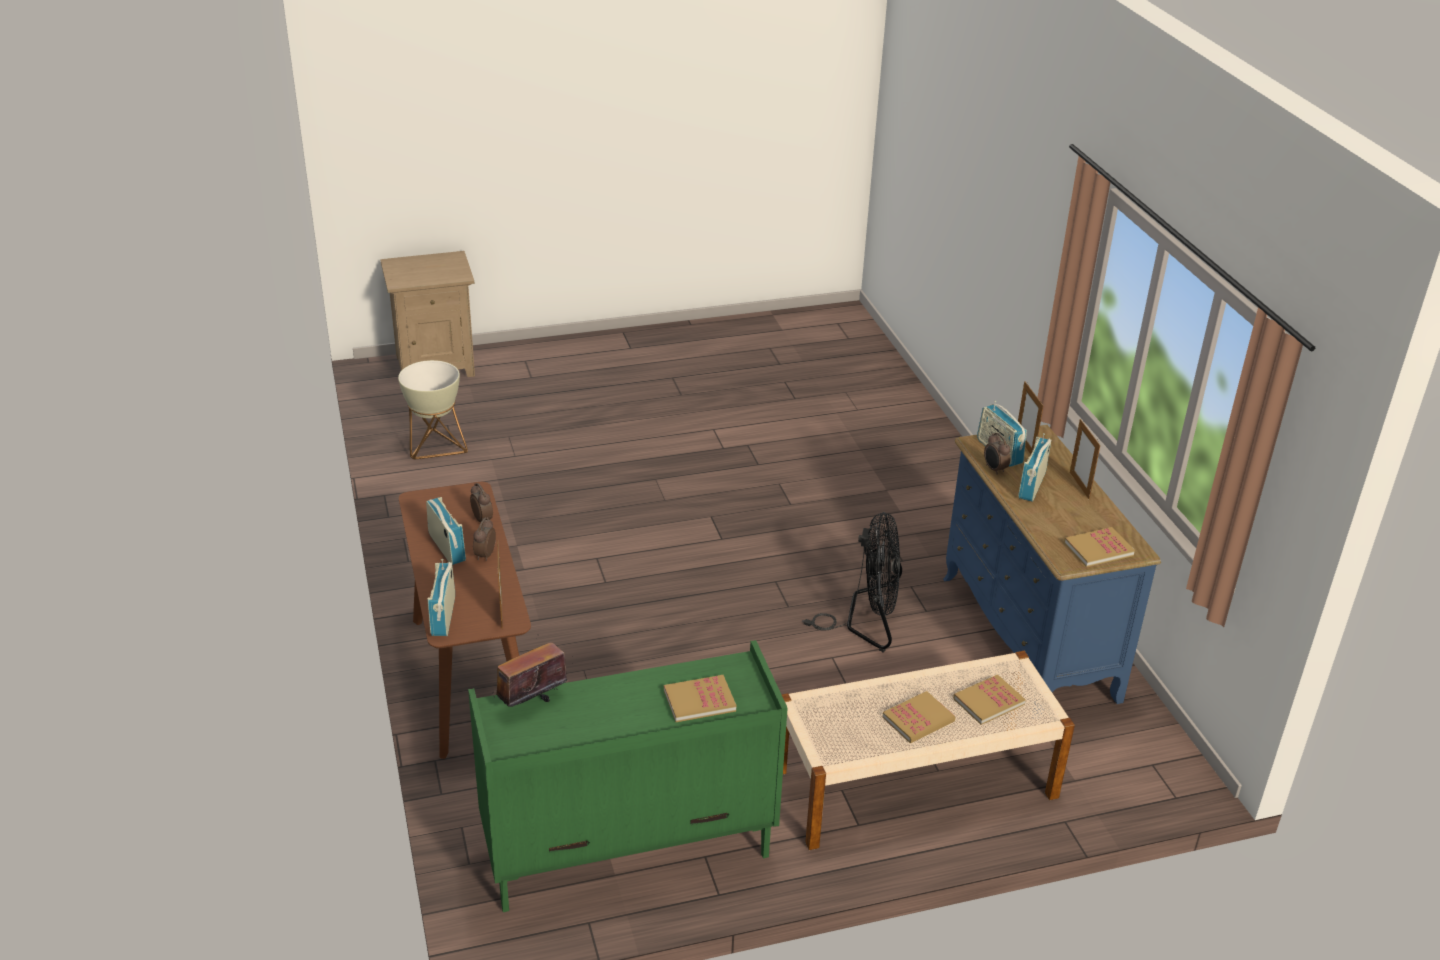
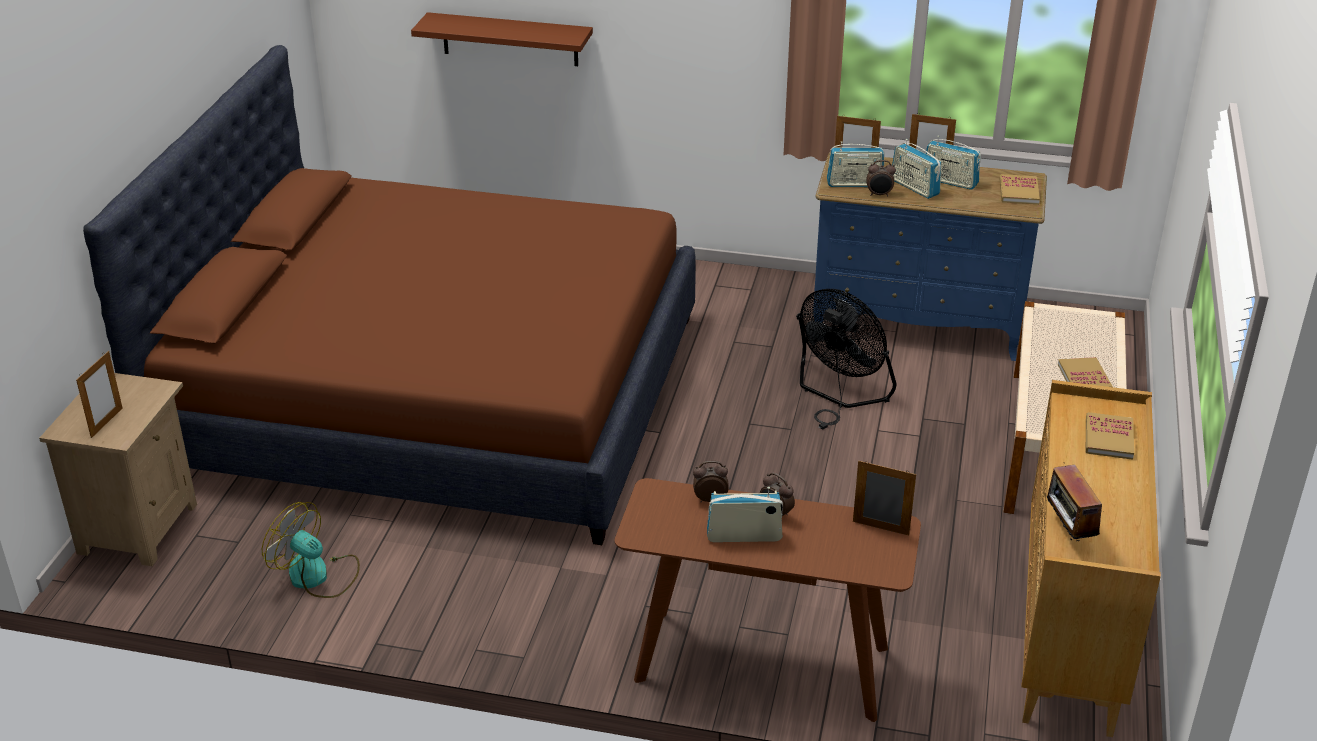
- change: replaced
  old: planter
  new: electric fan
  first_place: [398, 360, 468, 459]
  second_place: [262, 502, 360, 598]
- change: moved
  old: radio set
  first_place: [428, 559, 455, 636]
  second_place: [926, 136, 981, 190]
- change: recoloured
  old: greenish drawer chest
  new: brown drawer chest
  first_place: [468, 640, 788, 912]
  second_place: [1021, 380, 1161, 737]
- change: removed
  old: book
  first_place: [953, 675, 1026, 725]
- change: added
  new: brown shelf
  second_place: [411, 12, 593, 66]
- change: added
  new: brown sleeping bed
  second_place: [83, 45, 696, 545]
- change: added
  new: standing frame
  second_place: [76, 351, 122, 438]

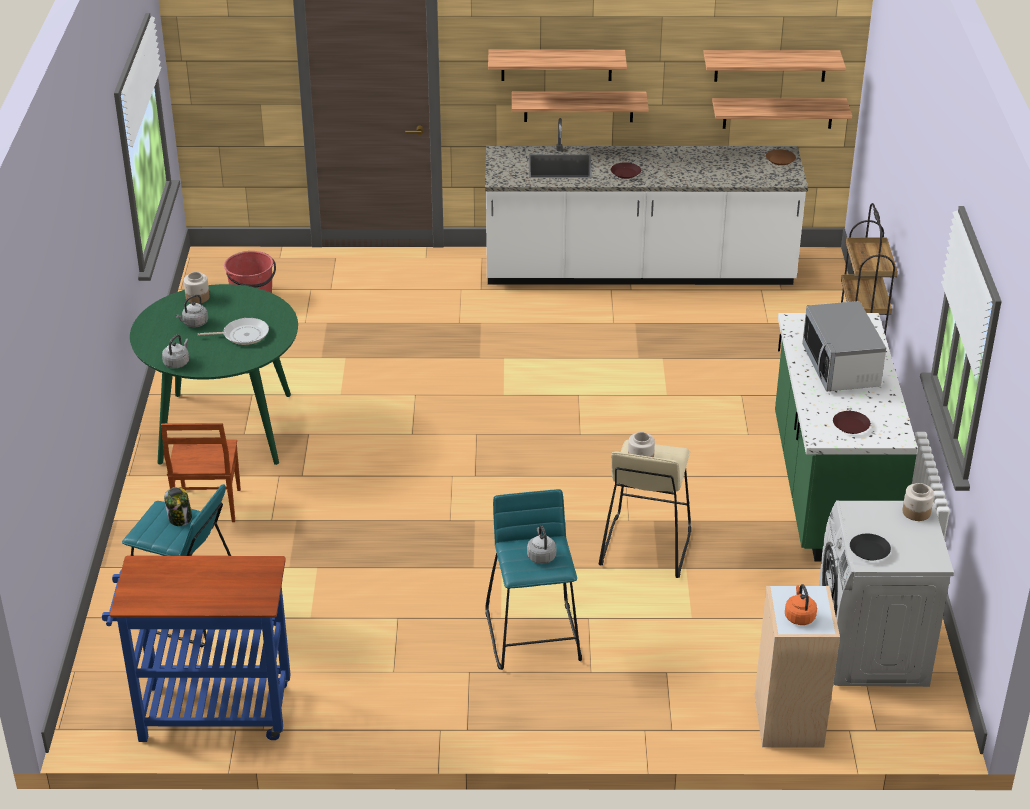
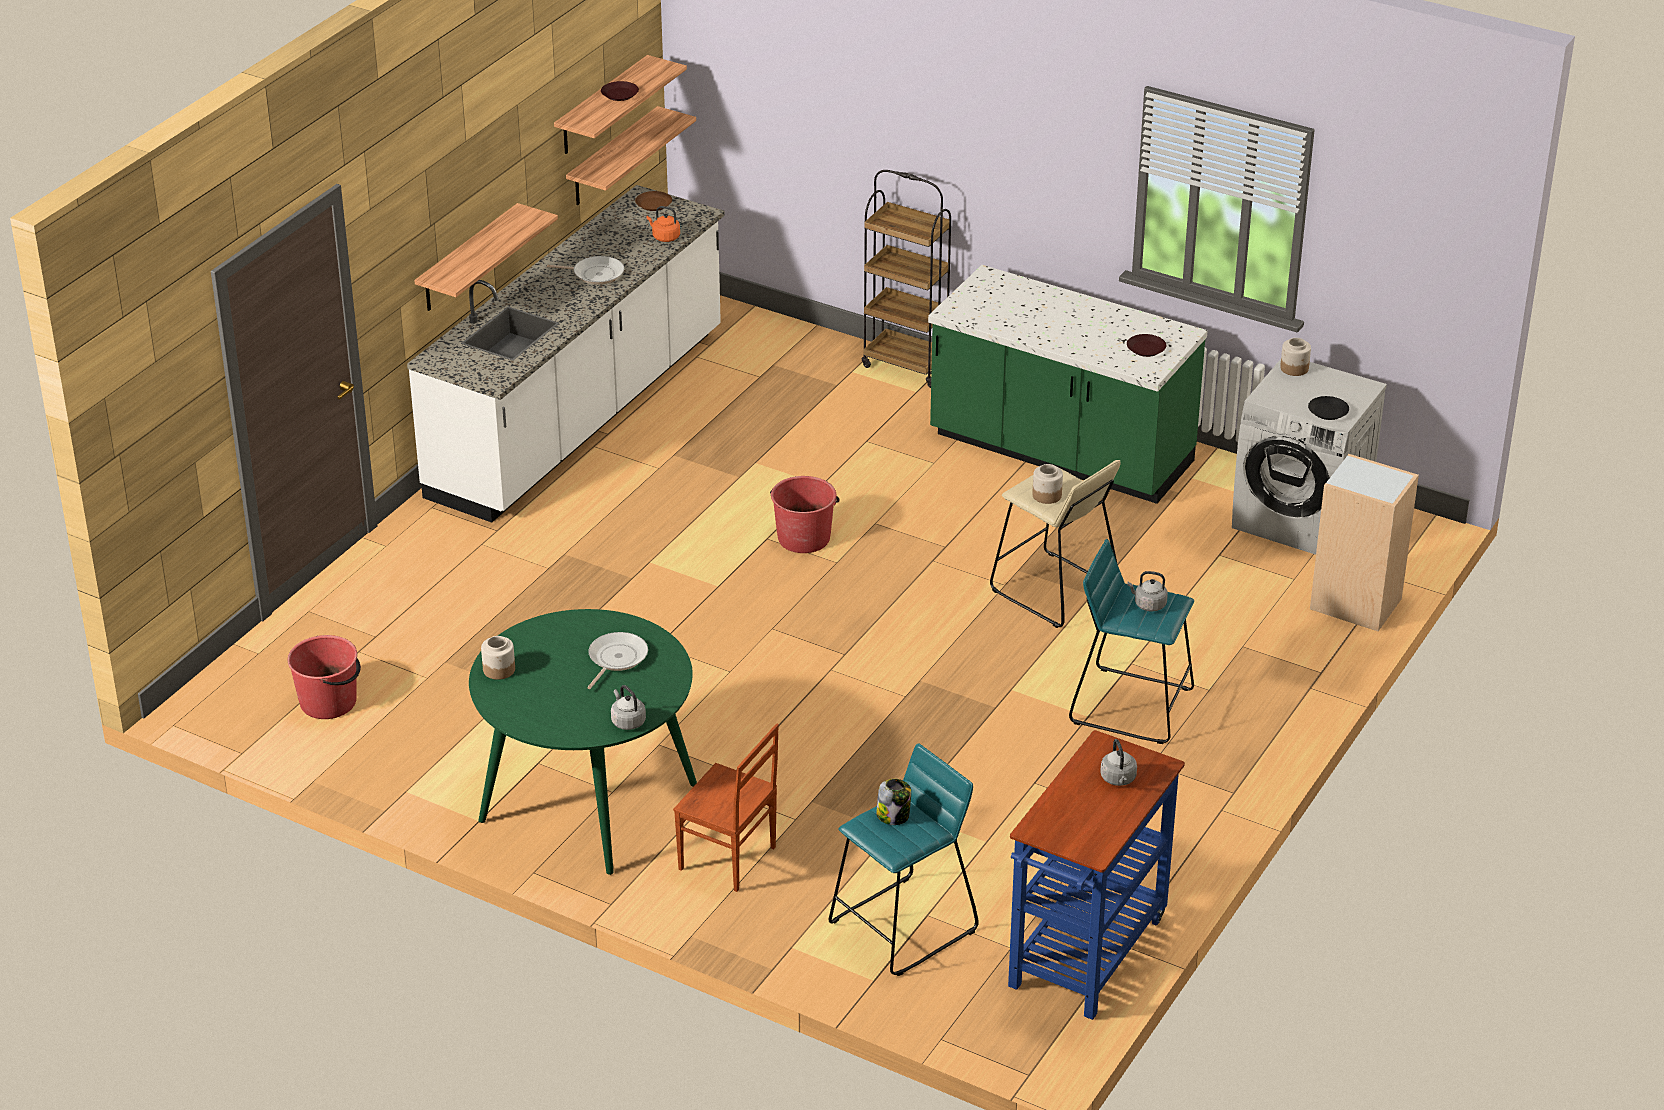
- change: removed
  old: shelf
  first_place: [488, 50, 627, 81]
- change: moved
  old: brown plate
  first_place: [611, 162, 641, 179]
  second_place: [601, 81, 639, 101]
- change: moved
  old: greyish tea kettle
  first_place: [176, 294, 208, 327]
  second_place: [1100, 739, 1137, 786]
- change: removed
  old: microwave oven
  first_place: [802, 301, 886, 391]
- change: moved
  old: orange tea kettle
  first_place: [785, 584, 817, 625]
  second_place: [647, 206, 680, 242]
- change: added
  new: skillet
  second_place: [547, 256, 624, 285]
- change: added
  new: red-coloured water bucket
  second_place: [770, 476, 840, 553]

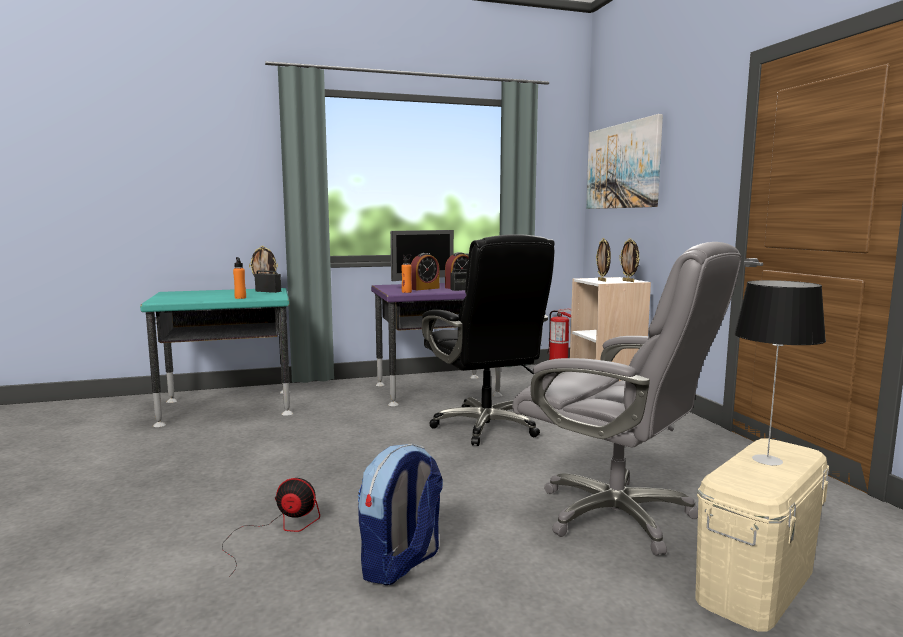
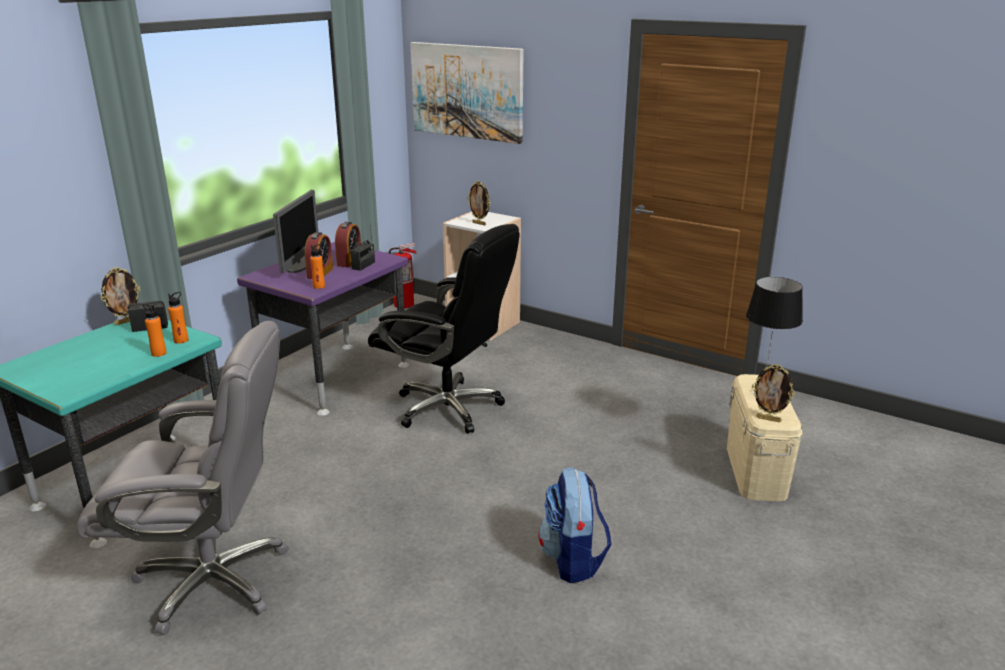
- change: moved
  old: standing frame
  first_place: [619, 238, 639, 282]
  second_place: [752, 364, 795, 422]
- change: moved
  old: greyish office chair
  first_place: [512, 242, 741, 556]
  second_place: [77, 321, 289, 635]
- change: removed
  old: electric fan
  first_place: [222, 478, 320, 577]
- change: added
  new: orange beverage bottle
  second_place: [168, 292, 188, 344]

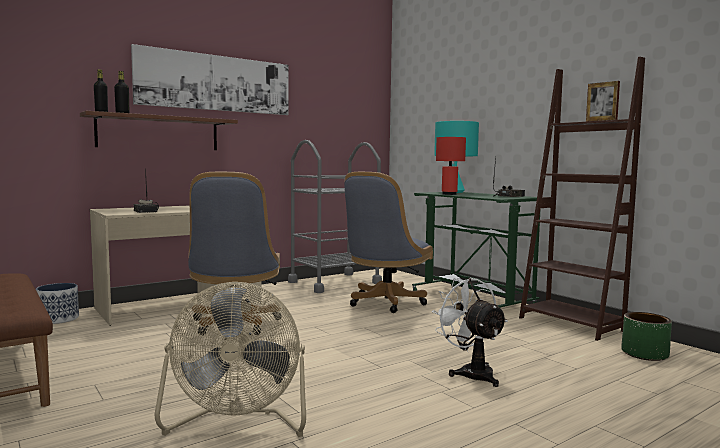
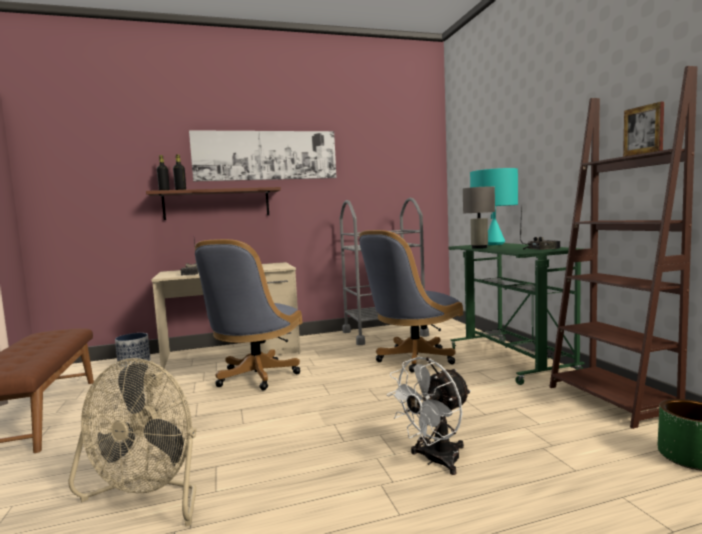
- change: recoloured
  old: red-coloured lamp for a table
  new: greyish lamp for a table
  first_place: [436, 137, 466, 195]
  second_place: [463, 186, 495, 249]
- change: turned
  old: whitish electric fan
  first_place: [432, 277, 508, 387]
  second_place: [387, 357, 471, 475]
  degrees: -120

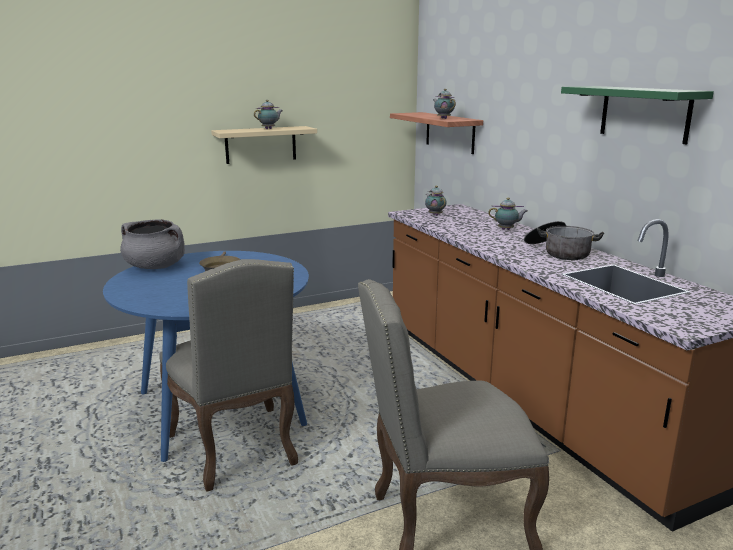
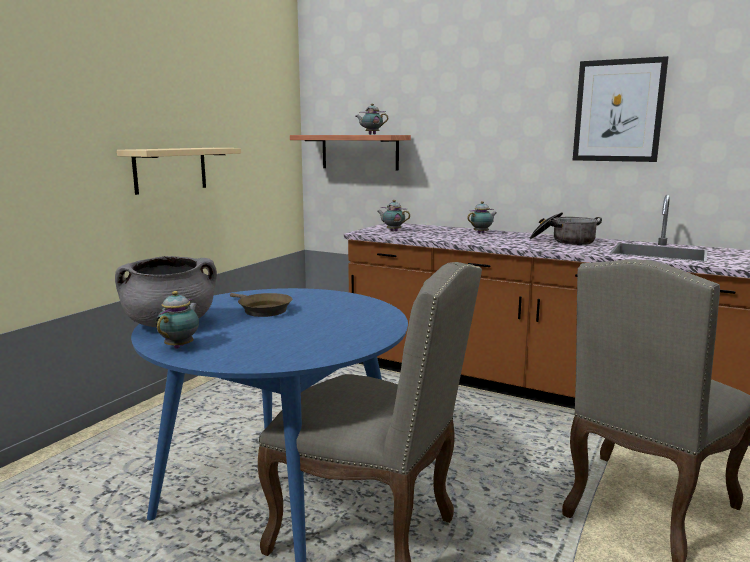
- change: replaced
  old: greenish shelf
  new: wall art
  first_place: [561, 86, 714, 144]
  second_place: [573, 56, 669, 162]
- change: moved
  old: tea pot
  first_place: [254, 100, 283, 129]
  second_place: [156, 291, 199, 349]

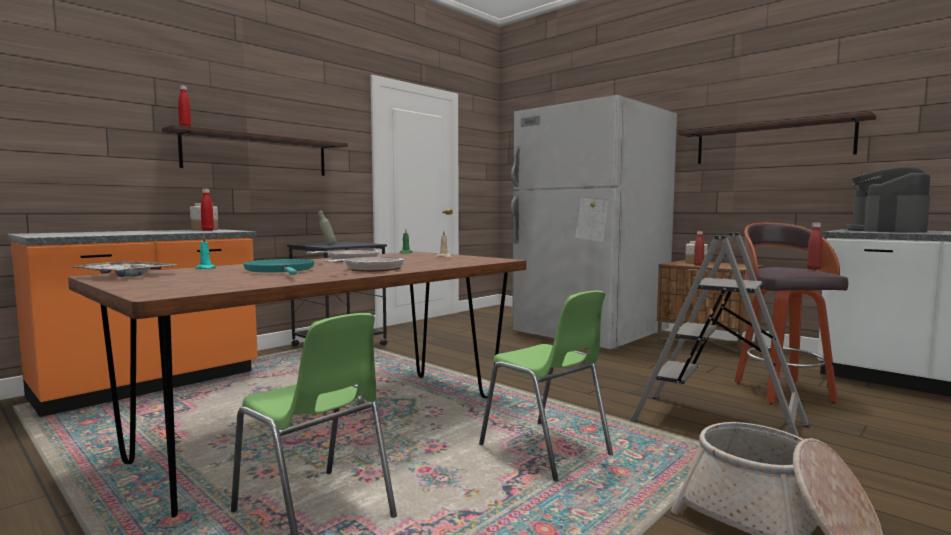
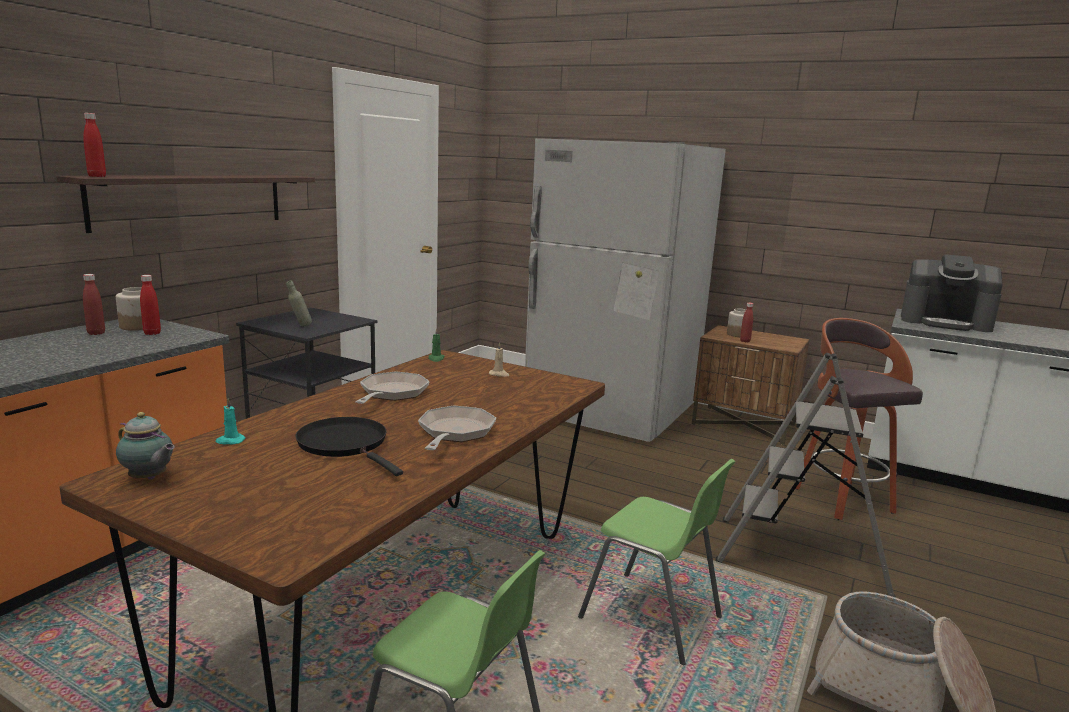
- change: removed
  old: shelf
  first_place: [678, 112, 876, 164]
- change: turned
  old: coffee machine
  first_place: [844, 167, 930, 232]
  second_place: [901, 254, 1003, 332]
  degrees: -75
- change: moved
  old: red-coloured beverage bottle
  first_place: [807, 223, 823, 270]
  second_place: [83, 274, 105, 335]
- change: recoloured
  old: turquoise skillet
  new: black skillet
  first_place: [243, 259, 315, 275]
  second_place: [295, 417, 403, 476]
- change: replaced
  old: carrying tray
  new: tea pot
  first_place: [73, 261, 177, 277]
  second_place: [116, 412, 174, 480]

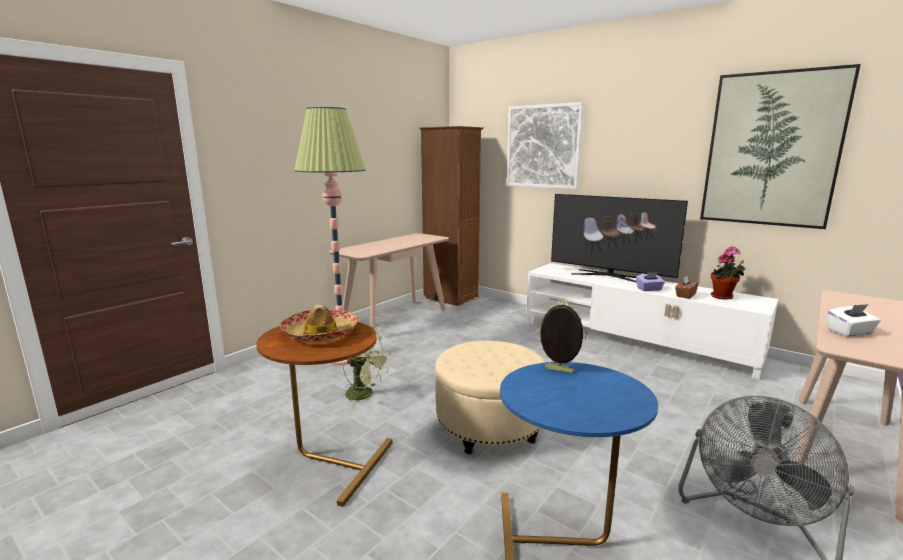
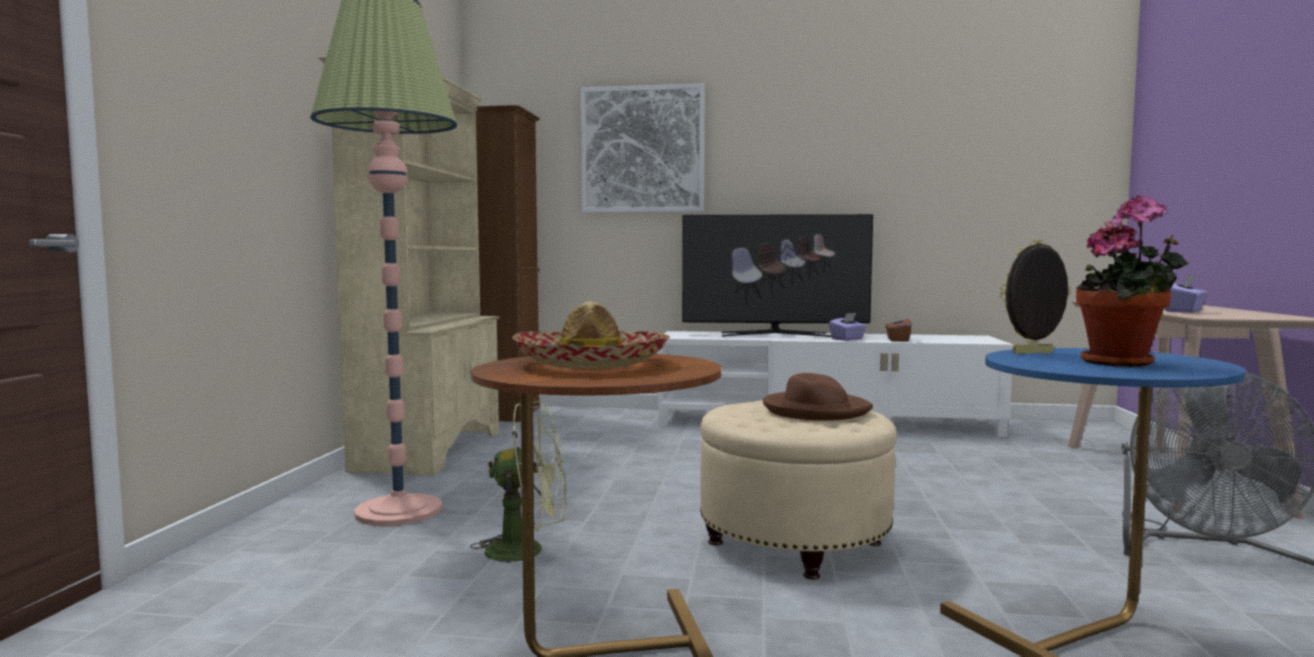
- change: removed
  old: wall art
  first_place: [700, 64, 861, 229]
- change: replaced
  old: beige console table
  new: beige bookcase
  first_place: [329, 233, 449, 330]
  second_place: [317, 56, 500, 476]
- change: moved
  old: houseplant
  first_place: [711, 246, 745, 300]
  second_place: [1076, 195, 1189, 367]
- change: recoloured
  old: whitish tissue box
  new: purple-coloured tissue box
  first_place: [827, 304, 881, 337]
  second_place: [1165, 275, 1207, 313]
- change: added
  new: brown clothing hat
  second_place: [763, 373, 873, 421]

